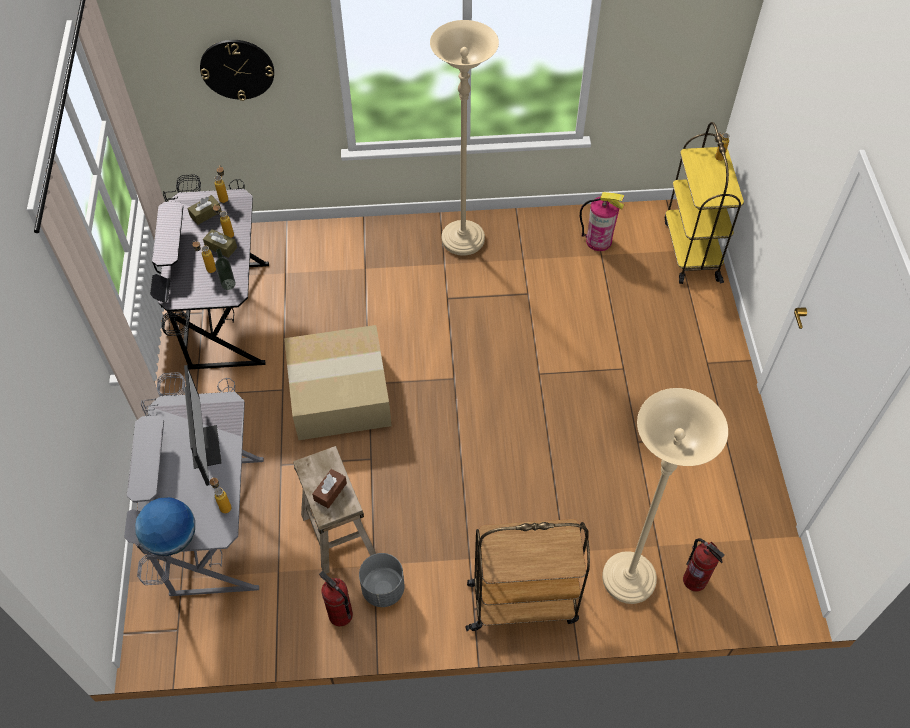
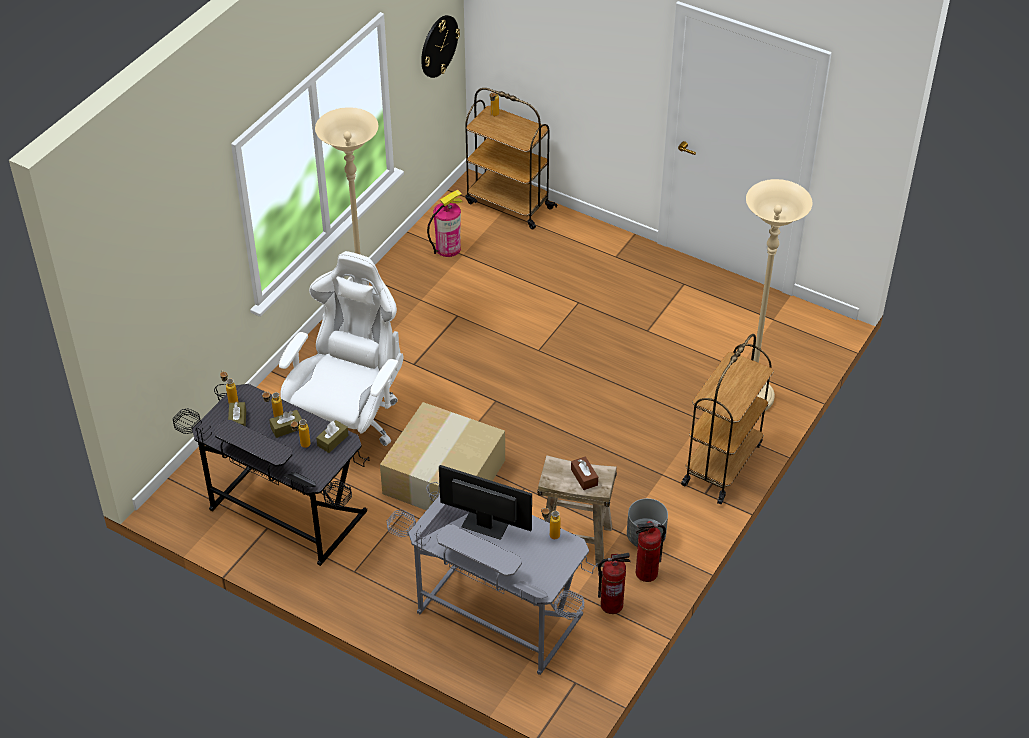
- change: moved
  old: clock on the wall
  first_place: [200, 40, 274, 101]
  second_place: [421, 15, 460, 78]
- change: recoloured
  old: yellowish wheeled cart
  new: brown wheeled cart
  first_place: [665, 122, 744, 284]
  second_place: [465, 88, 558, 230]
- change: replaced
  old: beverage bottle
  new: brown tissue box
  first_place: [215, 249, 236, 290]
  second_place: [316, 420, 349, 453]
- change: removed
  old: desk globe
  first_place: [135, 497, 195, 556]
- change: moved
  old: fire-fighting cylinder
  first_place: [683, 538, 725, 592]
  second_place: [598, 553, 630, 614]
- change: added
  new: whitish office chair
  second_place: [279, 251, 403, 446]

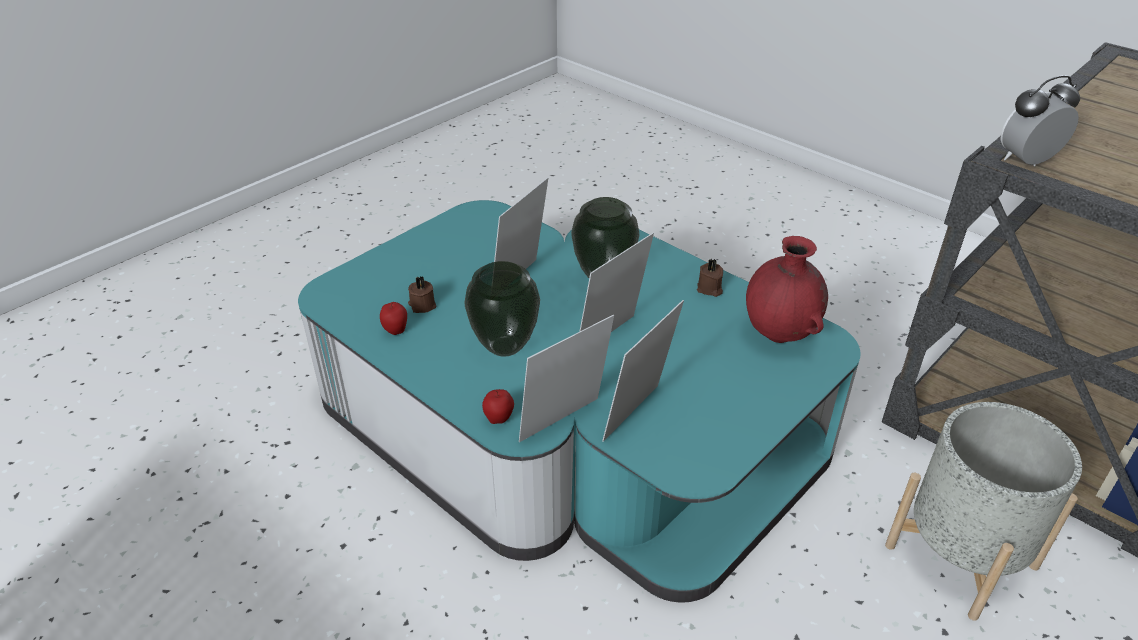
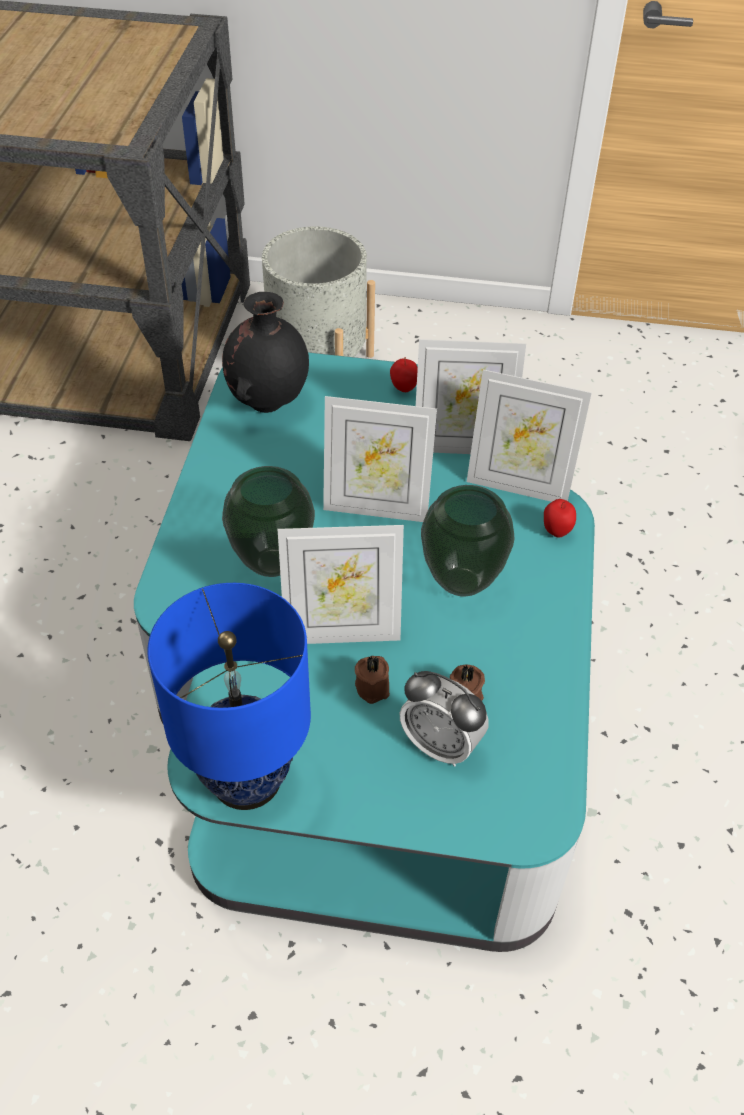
- change: moved
  old: bedside clock
  first_place: [1001, 75, 1080, 166]
  second_place: [400, 671, 489, 767]
- change: recoloured
  old: red-coloured vase
  new: black vase
  first_place: [746, 236, 828, 343]
  second_place: [222, 292, 309, 413]
- change: moved
  old: brown candle
  first_place: [697, 259, 723, 297]
  second_place: [355, 656, 390, 704]
- change: moved
  old: apple
  first_place: [380, 302, 407, 335]
  second_place: [390, 357, 418, 392]
- change: added
  new: blue lamp for a table
  second_place: [148, 583, 311, 810]

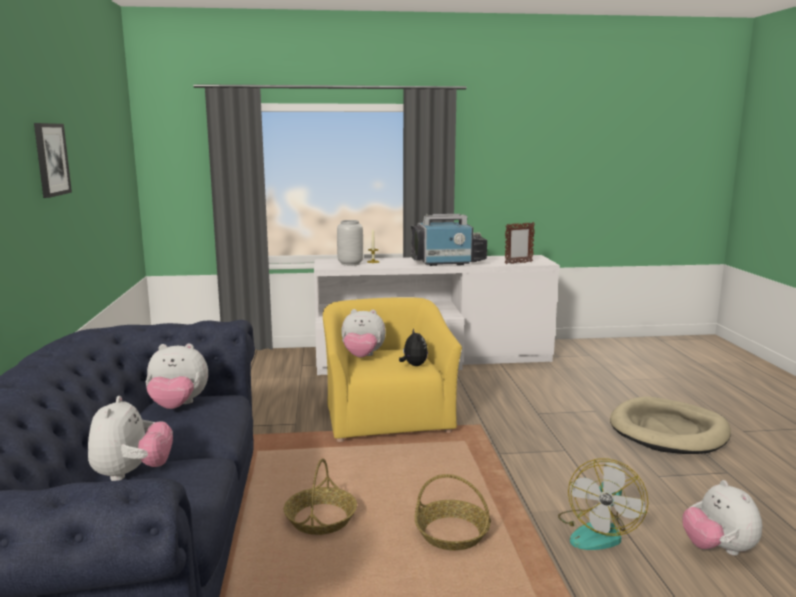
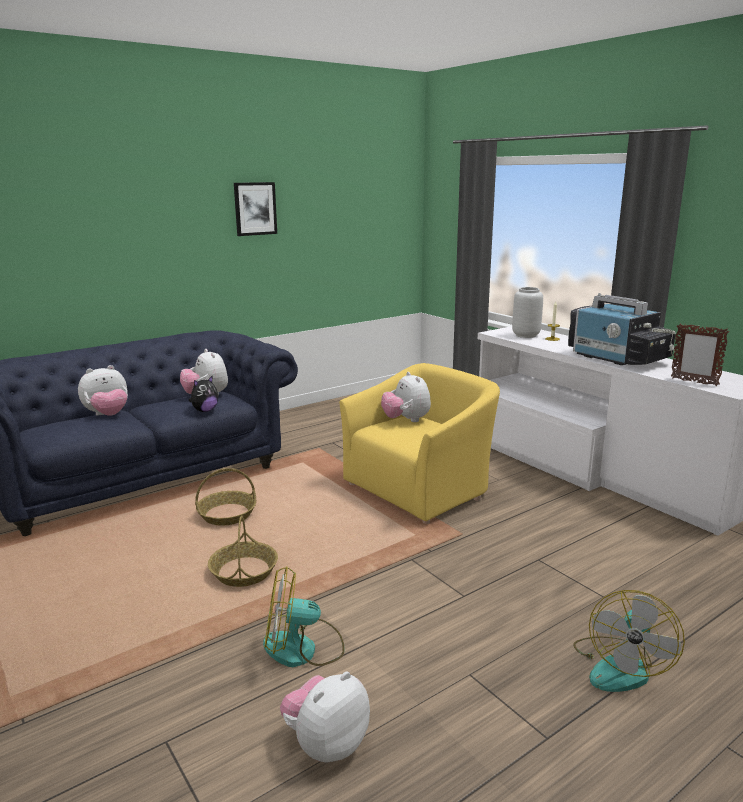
- change: moved
  old: cuddly toy
  first_place: [399, 328, 428, 366]
  second_place: [189, 376, 218, 412]
- change: replaced
  old: beige pet bed
  new: electric fan
  first_place: [610, 396, 731, 454]
  second_place: [573, 590, 685, 692]

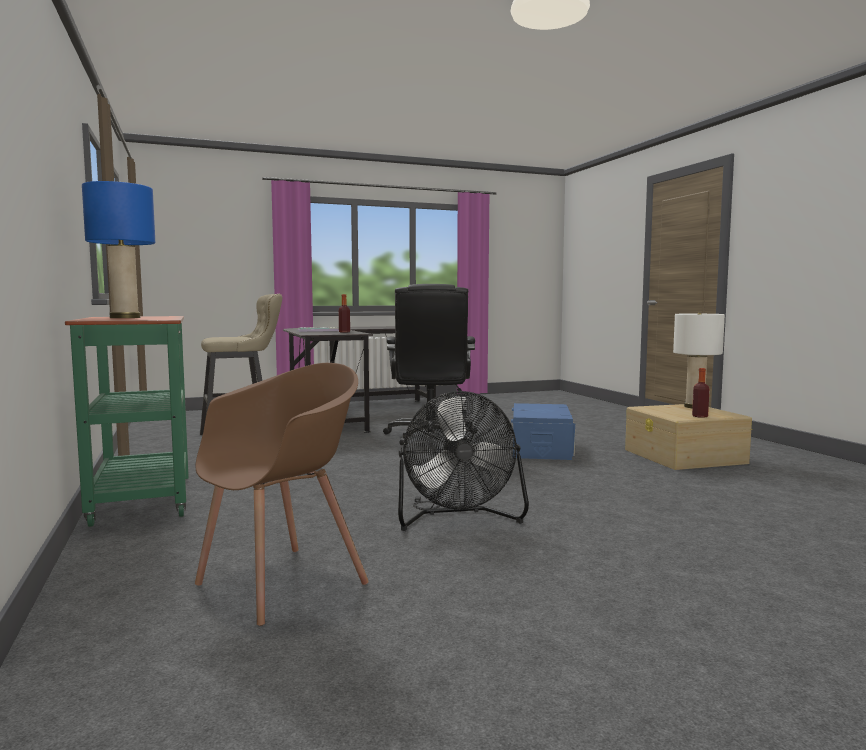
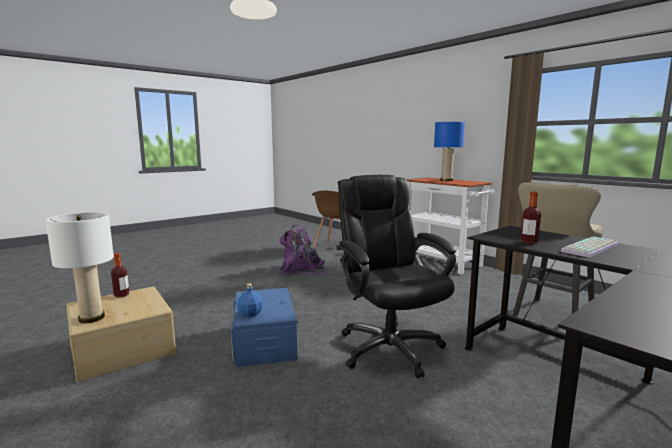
- change: recoloured
  old: greenish wheeled cart
  new: whitish wheeled cart
  first_place: [65, 316, 189, 527]
  second_place: [406, 178, 494, 274]
- change: replaced
  old: black electric fan
  new: purple-coloured backpack
  first_place: [398, 391, 529, 531]
  second_place: [279, 225, 326, 276]
- change: added
  new: blue beverage bottle
  second_place: [237, 283, 263, 317]

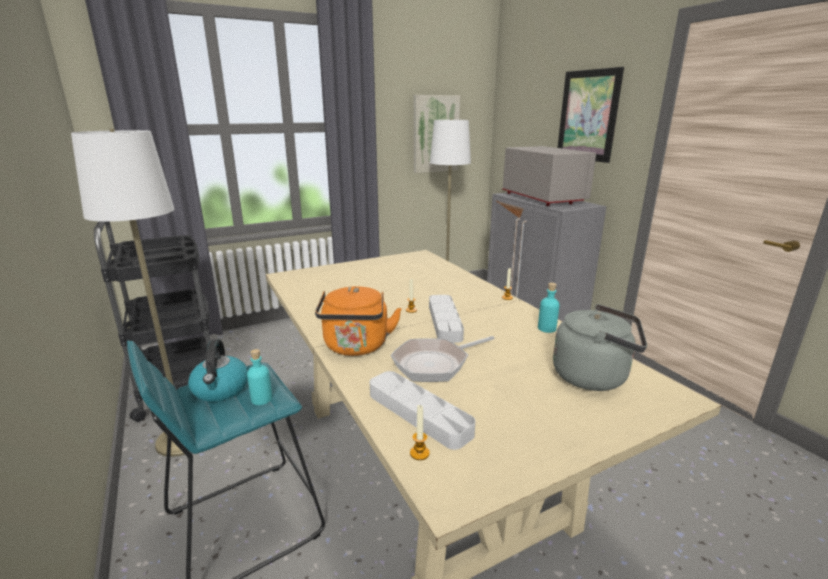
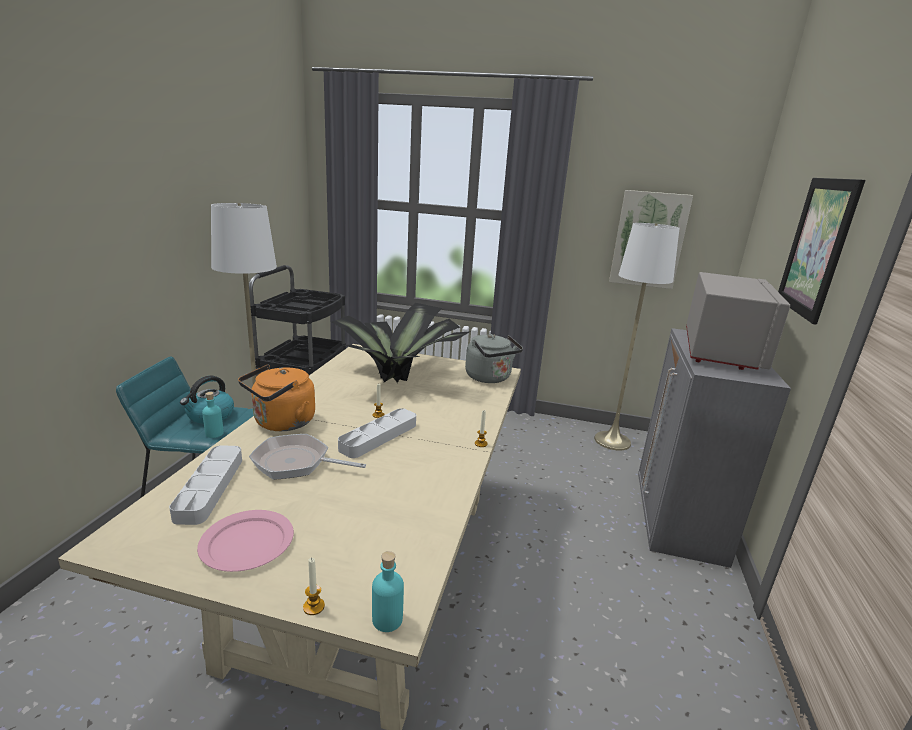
- change: moved
  old: turquoise beverage bottle
  first_place: [538, 282, 560, 333]
  second_place: [372, 551, 404, 632]
- change: moved
  old: greyish tea kettle
  first_place: [553, 304, 647, 391]
  second_place: [465, 334, 523, 383]
- change: moved
  old: candle
  first_place: [410, 405, 430, 460]
  second_place: [303, 558, 325, 615]
- change: added
  new: houseplant
  second_place: [331, 303, 471, 383]
- change: added
  new: pink-coloured plate
  second_place: [197, 510, 294, 572]

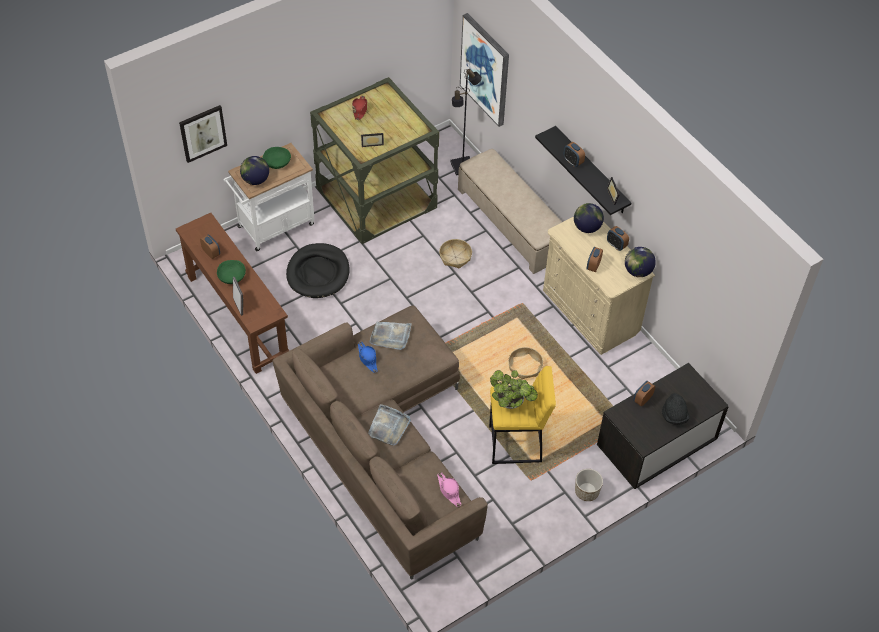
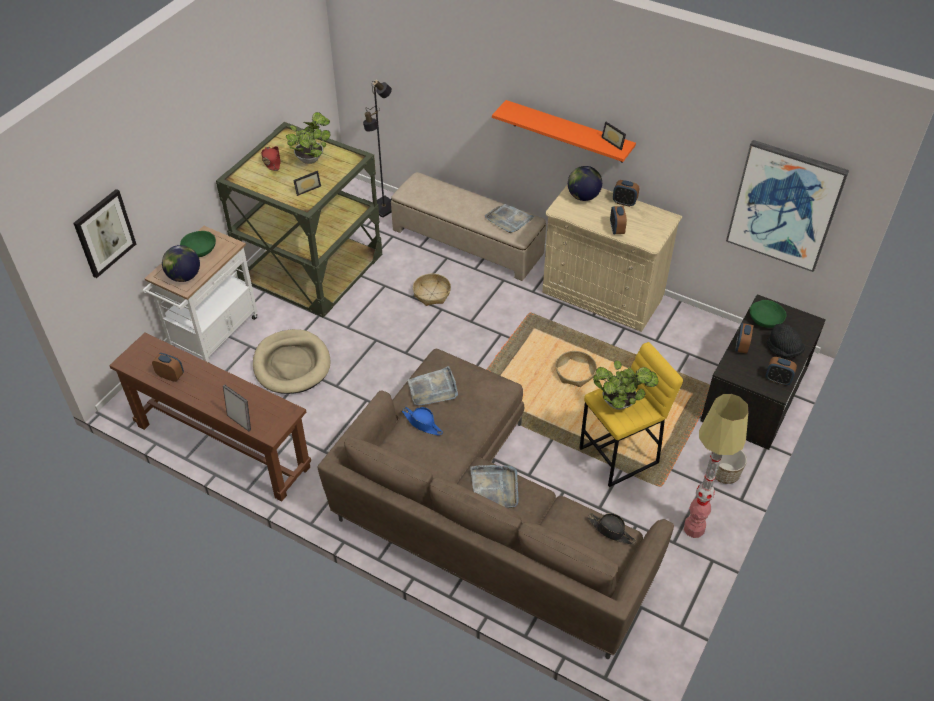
- change: moved
  old: wall art
  first_place: [460, 13, 509, 127]
  second_place: [726, 140, 849, 272]
- change: recoloured
  old: black shelf
  new: orange shelf
  first_place: [535, 126, 632, 215]
  second_place: [492, 100, 636, 163]
- change: moved
  old: bedside clock
  first_place: [564, 142, 585, 167]
  second_place: [766, 357, 797, 385]
- change: recoloured
  old: black pet bed
  new: beige pet bed
  first_place: [286, 243, 350, 298]
  second_place: [253, 329, 331, 394]
- change: removed
  old: desk globe
  first_place: [625, 247, 656, 277]
- change: moved
  old: greenish bowl
  first_place: [217, 260, 246, 284]
  second_place: [750, 300, 787, 328]
- change: recoloured
  old: pink-coloured clothing hat
  new: black clothing hat
  first_place: [437, 472, 461, 507]
  second_place: [587, 513, 636, 545]
- change: added
  new: houseplant
  second_place: [286, 112, 331, 164]
- change: added
  new: greyish carrying tray
  second_place: [485, 204, 535, 233]
- change: added
  new: floor lamp
  second_place: [684, 394, 748, 538]

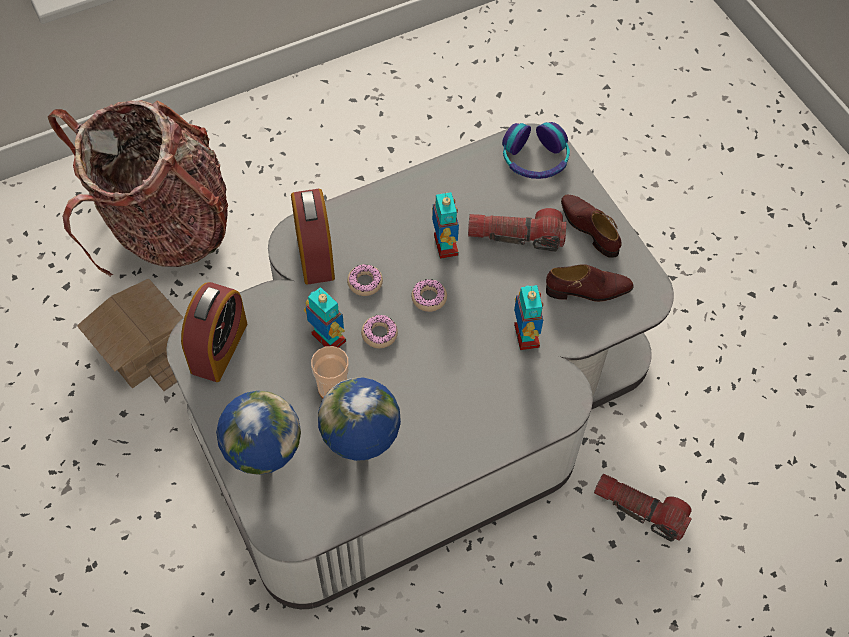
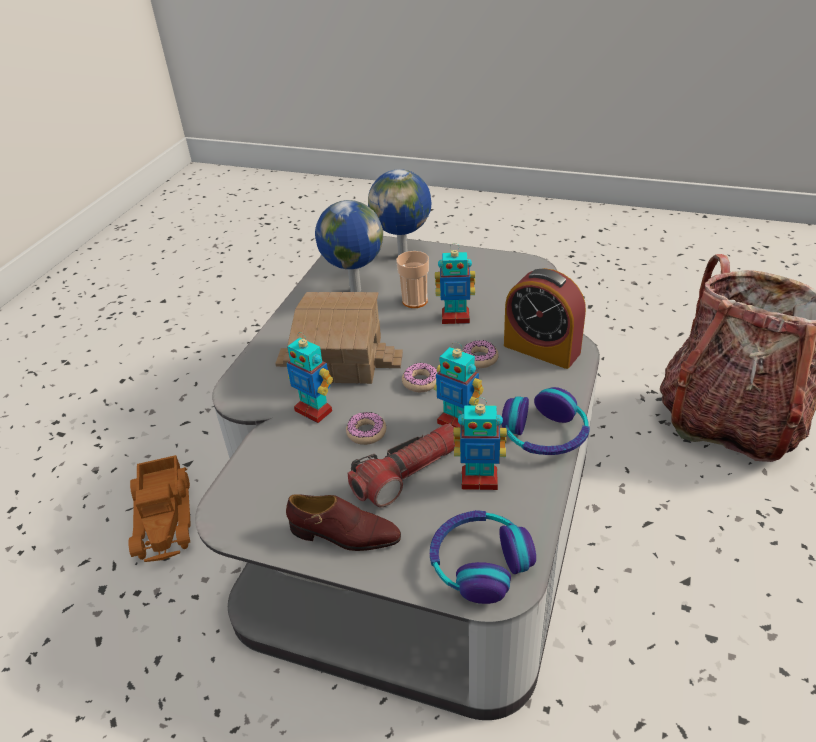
- change: removed
  old: brown low shoe
  first_place: [546, 264, 634, 302]
- change: moved
  old: toy house
  first_place: [77, 279, 184, 391]
  second_place: [275, 292, 403, 384]
- change: removed
  old: bedside clock
  first_place: [181, 282, 247, 382]
- change: moved
  old: doughnut
  first_place: [361, 315, 398, 348]
  second_place: [346, 411, 386, 445]
- change: replaced
  old: hand torch
  new: toy truck
  first_place: [594, 473, 692, 542]
  second_place: [128, 455, 191, 562]
- change: added
  new: headphones
  second_place: [501, 387, 590, 455]
- change: added
  new: toy robot
  second_place: [454, 397, 507, 490]

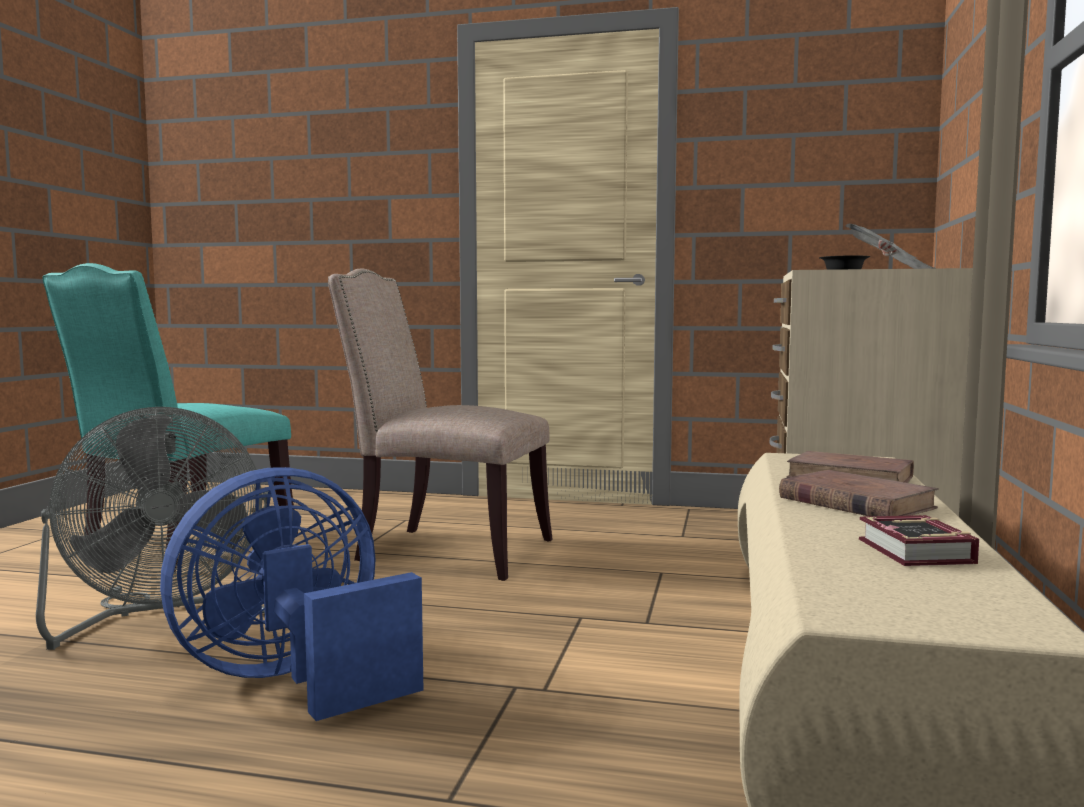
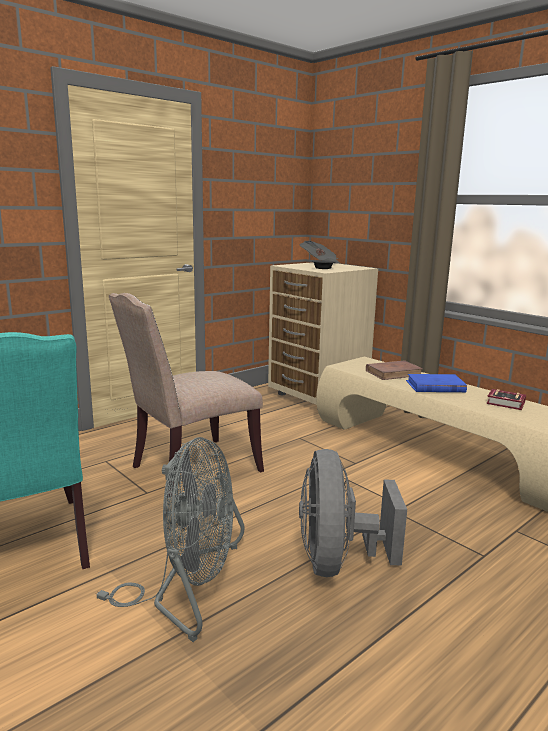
- change: recoloured
  old: blue electric fan
  new: greyish electric fan
  first_place: [160, 467, 423, 721]
  second_place: [299, 449, 407, 577]
- change: recoloured
  old: brown book
  new: blue book
  first_place: [779, 470, 939, 517]
  second_place: [406, 374, 467, 392]

